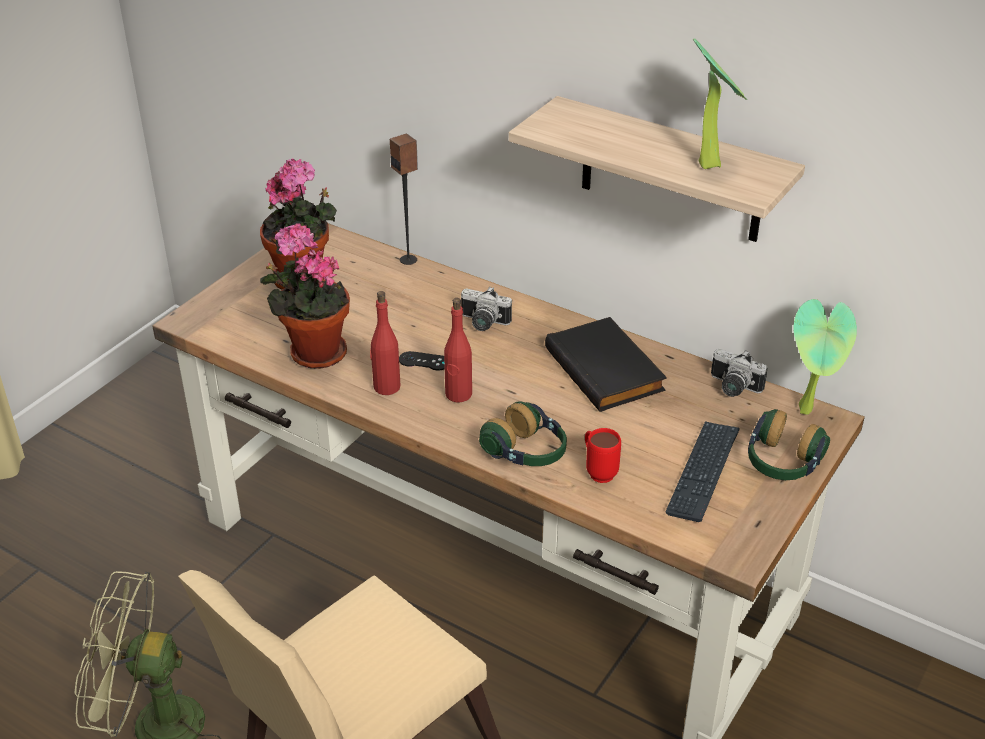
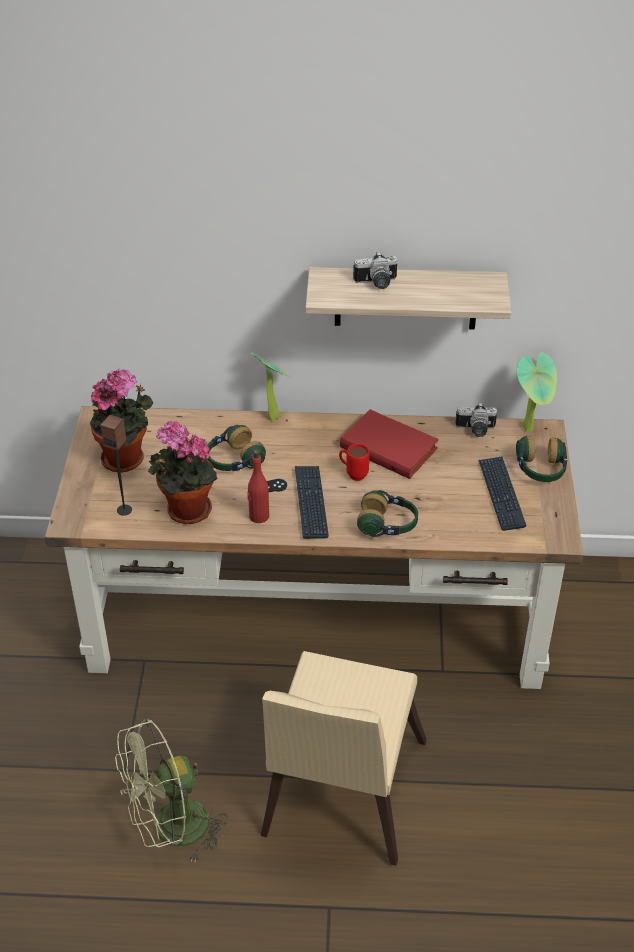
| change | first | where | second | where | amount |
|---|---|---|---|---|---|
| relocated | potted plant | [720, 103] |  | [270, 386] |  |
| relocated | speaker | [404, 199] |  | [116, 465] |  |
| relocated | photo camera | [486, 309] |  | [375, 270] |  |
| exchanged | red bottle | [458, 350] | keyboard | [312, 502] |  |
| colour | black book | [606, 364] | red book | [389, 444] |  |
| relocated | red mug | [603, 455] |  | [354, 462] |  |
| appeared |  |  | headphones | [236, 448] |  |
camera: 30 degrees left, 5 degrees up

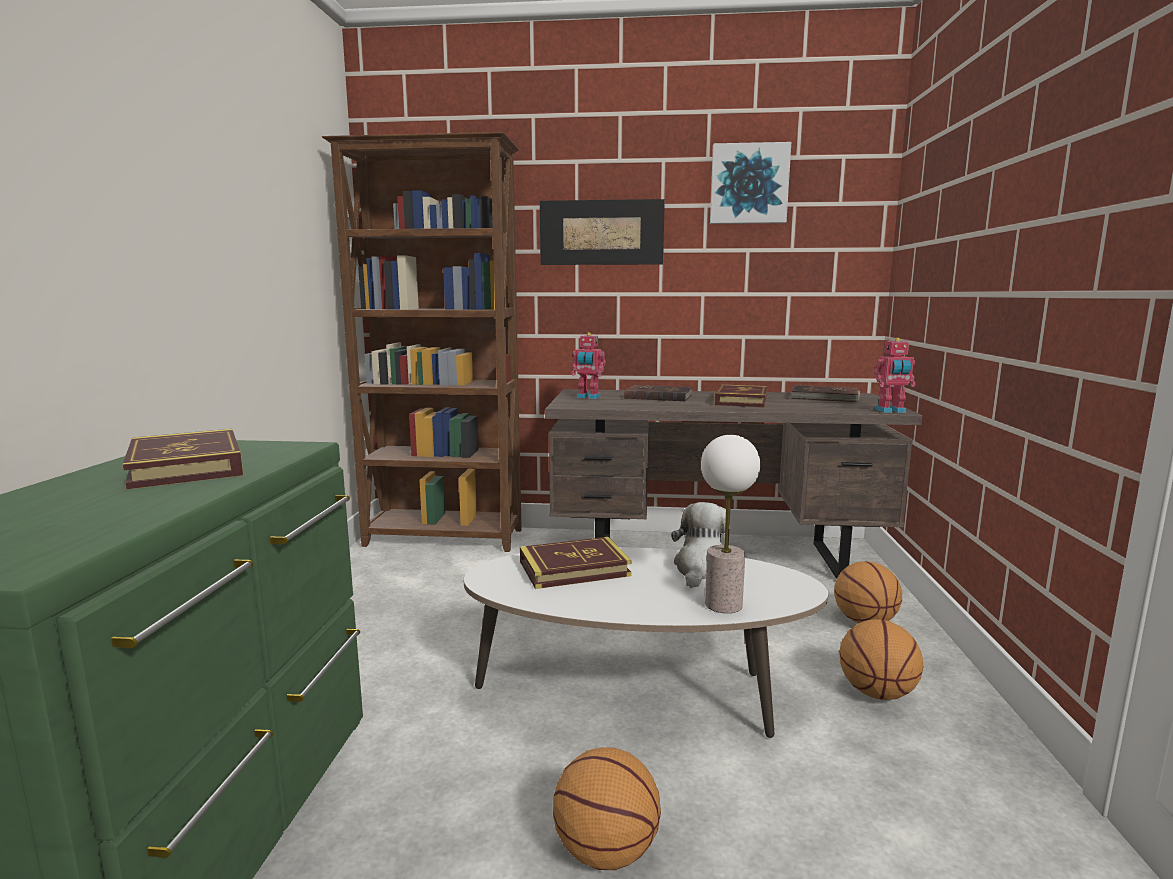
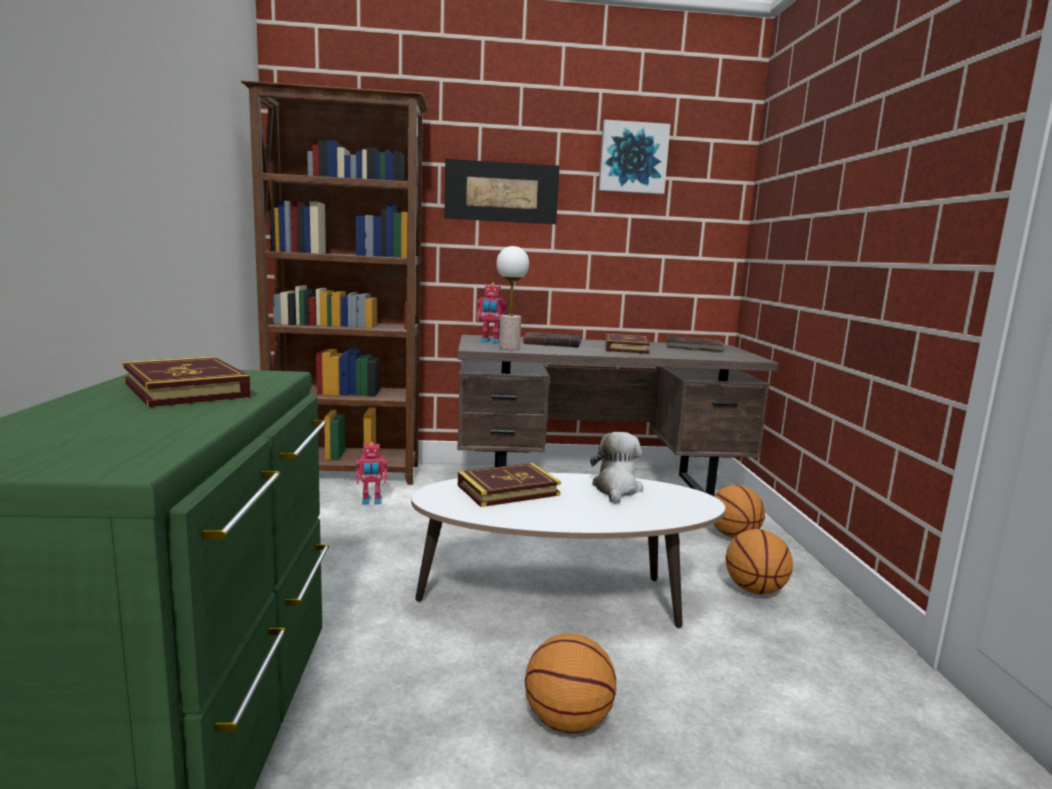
| change | first | where | second | where | amount |
|---|---|---|---|---|---|
| relocated | toy robot | [894, 375] |  | [371, 473] |  |
| relocated | table lamp | [730, 524] |  | [512, 298] |  |
camera: 10 degrees left, 0 degrees up

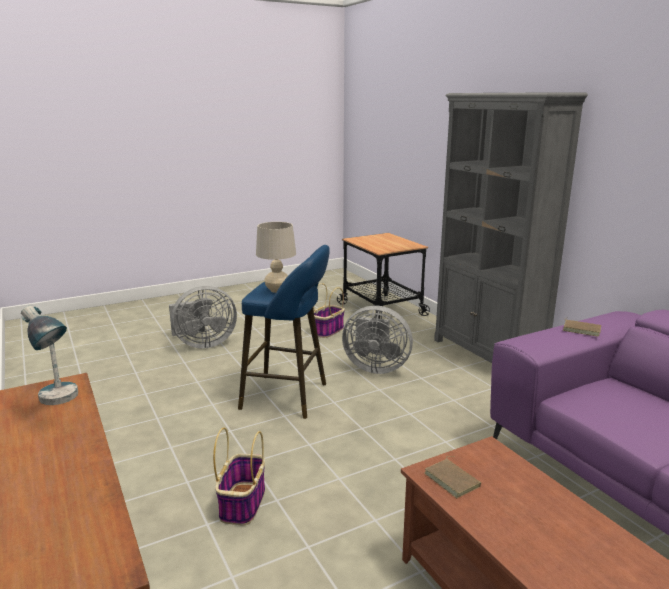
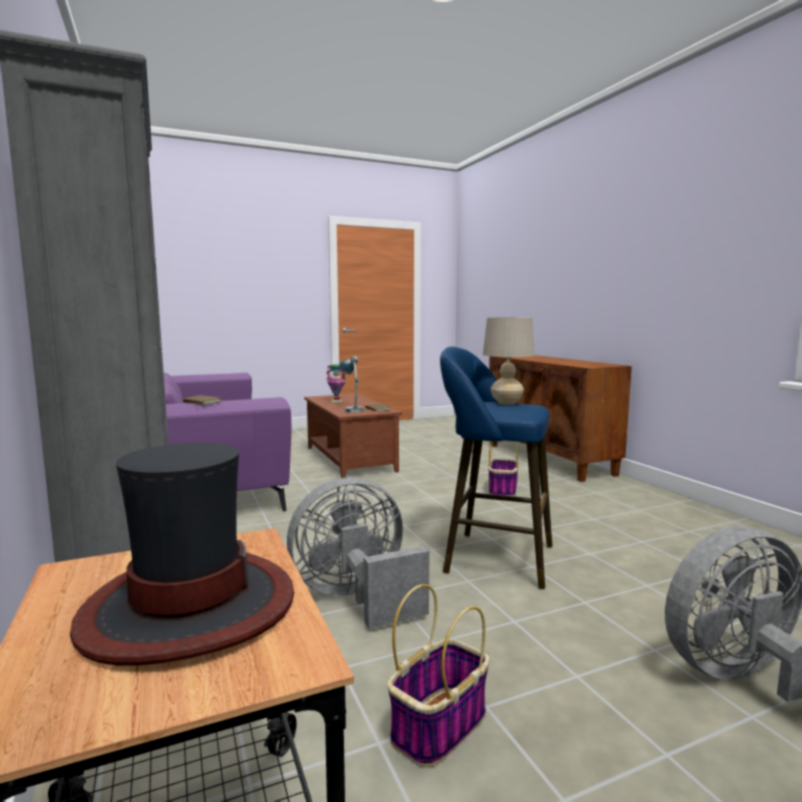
| change | first | where | second | where | amount |
|---|---|---|---|---|---|
| relocated | table lamp | [49, 355] |  | [351, 384] |  |
| spun | grey fan | [377, 340] |  | [358, 553] | 45 degrees counterclockwise |
| appeared |  |  | vase | [336, 383] |  |
| appeared |  |  | hat | [182, 554] |  |
camera: 175 degrees left, 10 degrees down

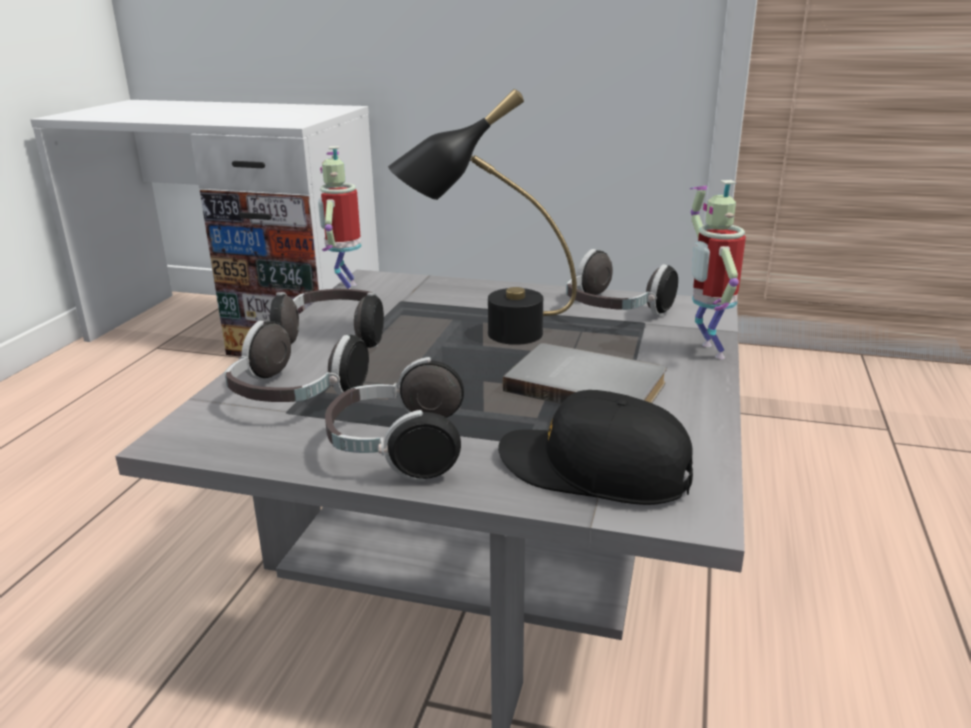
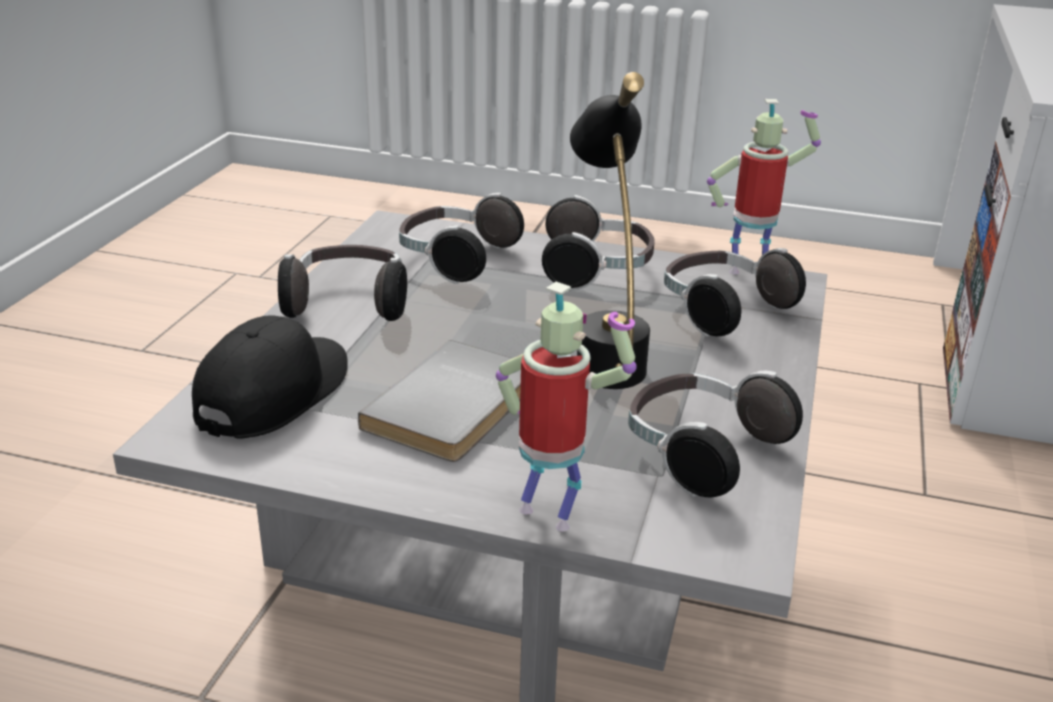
| change | first | where | second | where | amount |
|---|---|---|---|---|---|
| spun | toy robot | [718, 269] |  | [566, 407] | 45 degrees clockwise |
| appeared |  |  | headphones | [735, 292] |  |
camera: 90 degrees right, 5 degrees up

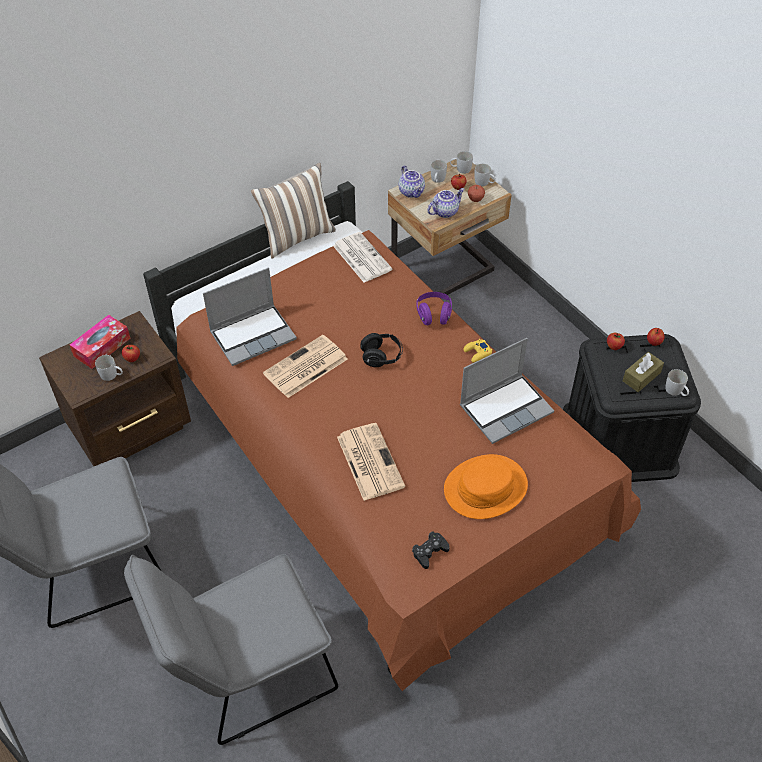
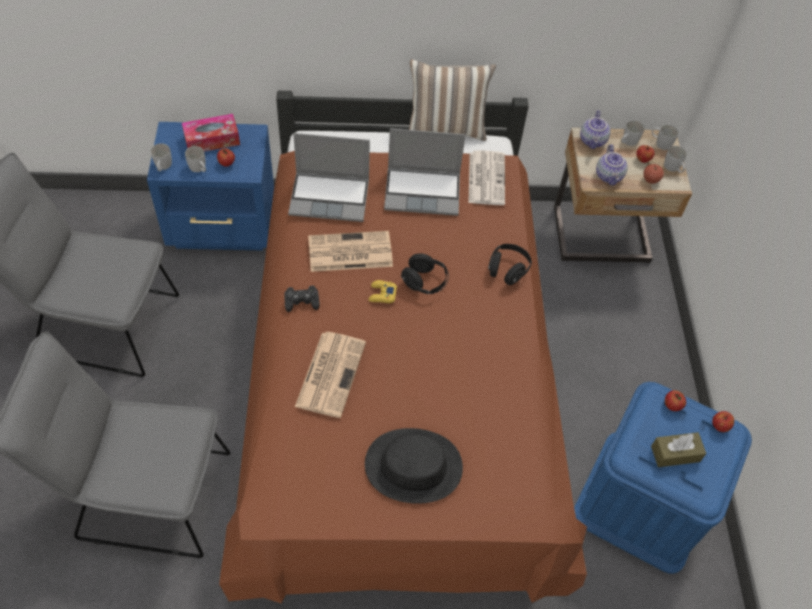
| change | first | where | second | where | amount |
|---|---|---|---|---|---|
| spun | teapot | [446, 203] |  | [611, 164] | 90 degrees clockwise |
| colour | purple headphones | [434, 308] | black headphones | [510, 264] |  |
| colour | brown nightstand | [115, 388] | blue nightstand | [210, 186] |  |
| colour | black storage box | [632, 408] | blue storage box | [663, 478] |  |
| relocated | laptop | [507, 391] |  | [424, 172] |  |
| relocated | yellow game controller | [477, 351] |  | [382, 291] |  |
| relocated | white mug | [677, 382] |  | [161, 157] |  |
| colour | orange hat | [486, 486] | black hat | [414, 466] |  |
| relocated | black game controller | [431, 550] |  | [302, 298] |  |
camera: 30 degrees right, 5 degrees up

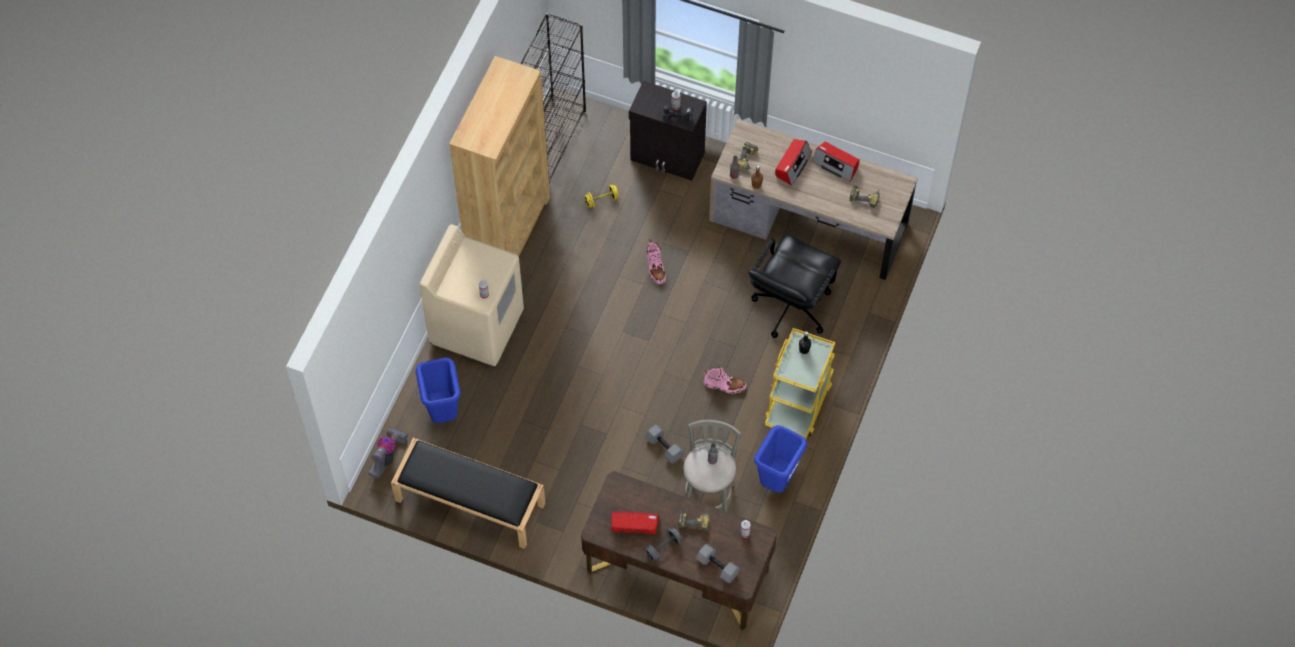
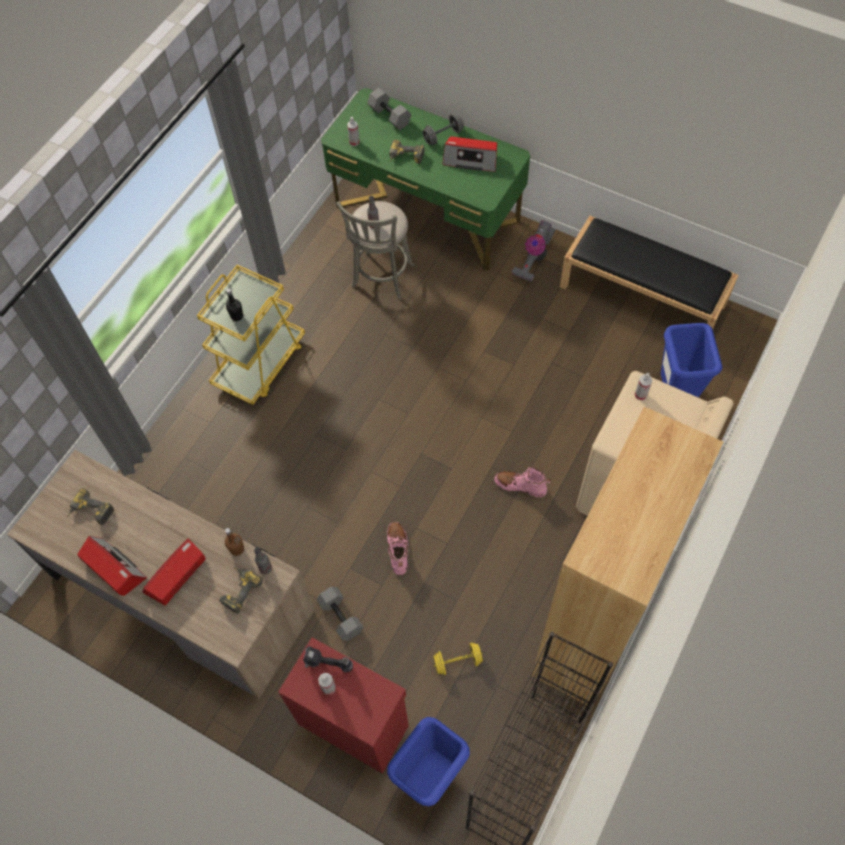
| change | first | where | second | where | amount |
|---|---|---|---|---|---|
| colour | black cabinet | [668, 131] | red cabinet | [343, 705] |  |
| missing | black office chair | [794, 286] |  |  |  |
| relocated | pink boot | [724, 380] |  | [522, 481] |  |
| relocated | grey dumbbell | [664, 444] |  | [340, 614] |  |
| relocated | blue trash can | [780, 459] |  | [428, 761] |  |
| relocated | vacuum cleaner | [388, 452] |  | [534, 251] |  |
| colour | brown desk | [679, 550] | green desk | [425, 179] |  |
camera: 170 degrees left, 0 degrees up

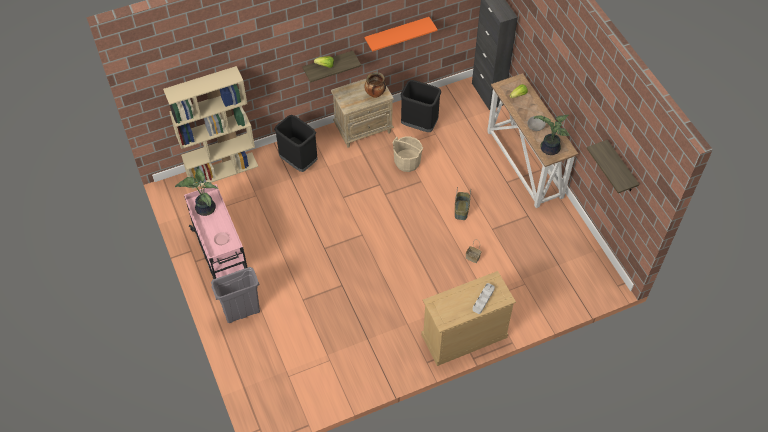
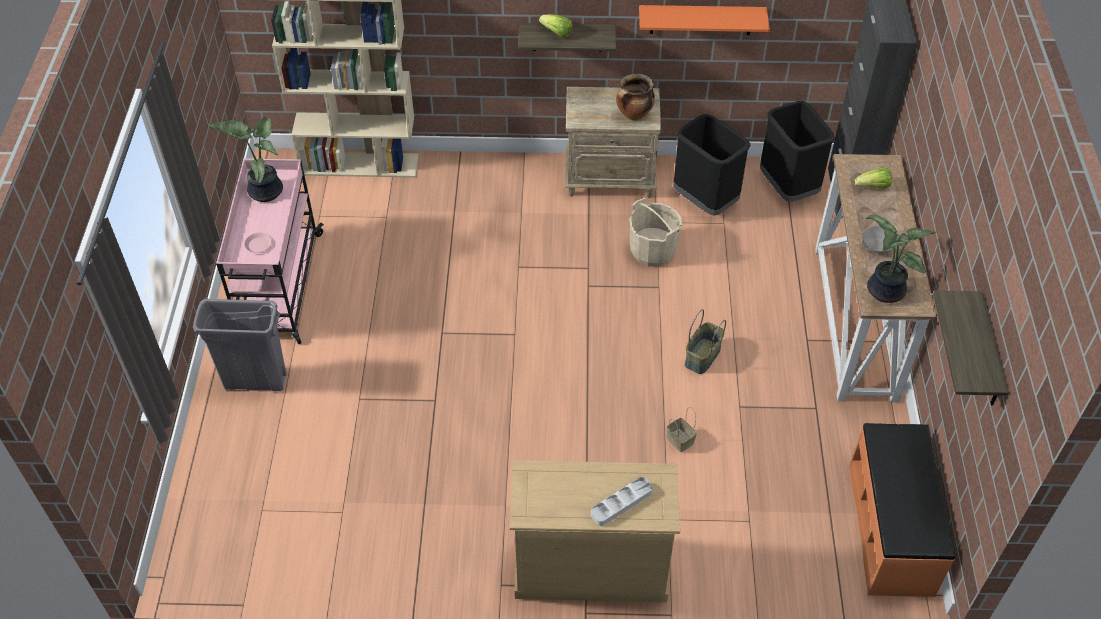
| change | first | where | second | where | amount |
|---|---|---|---|---|---|
| relocated | black trash can | [296, 143] |  | [797, 151] |  |
| appeared |  |  | orange bench | [902, 510] |  |
camera: 25 degrees right, 5 degrees down

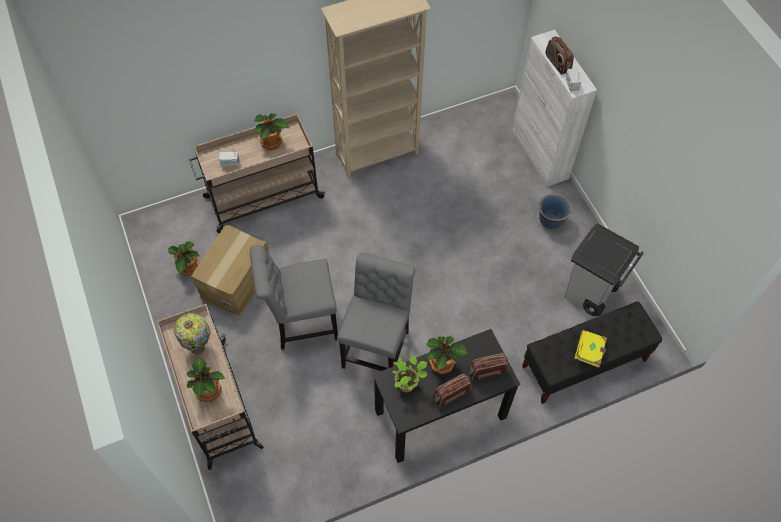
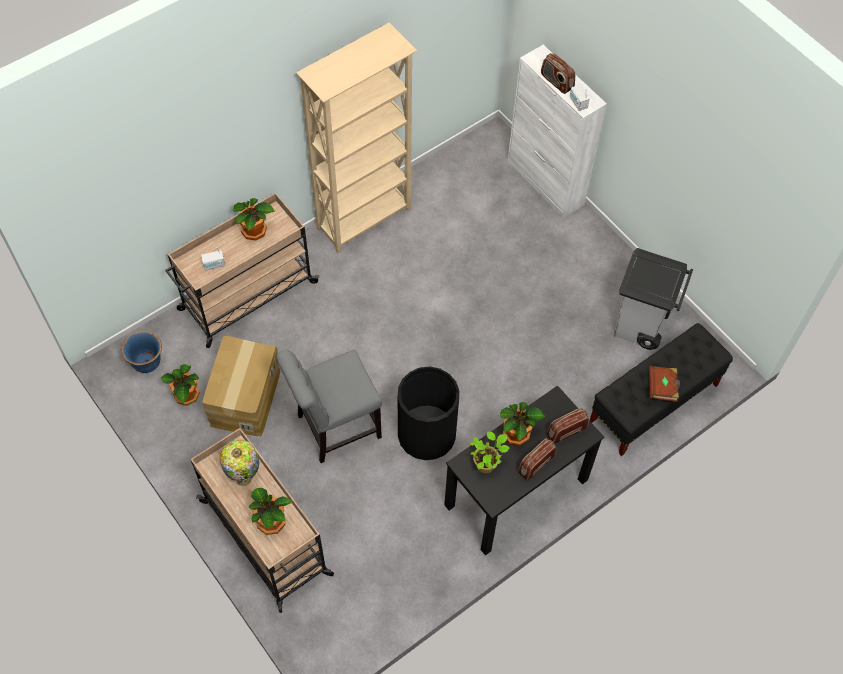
| change | first | where | second | where | amount |
|---|---|---|---|---|---|
| relocated | blue planter | [555, 211] |  | [142, 352] |  |
| exchanged | grey chair | [376, 312] | black trash can | [428, 413] |  |
| colour | yellow book | [591, 348] | brown book | [664, 384] |  |
camera: 15 degrees left, 0 degrees up

